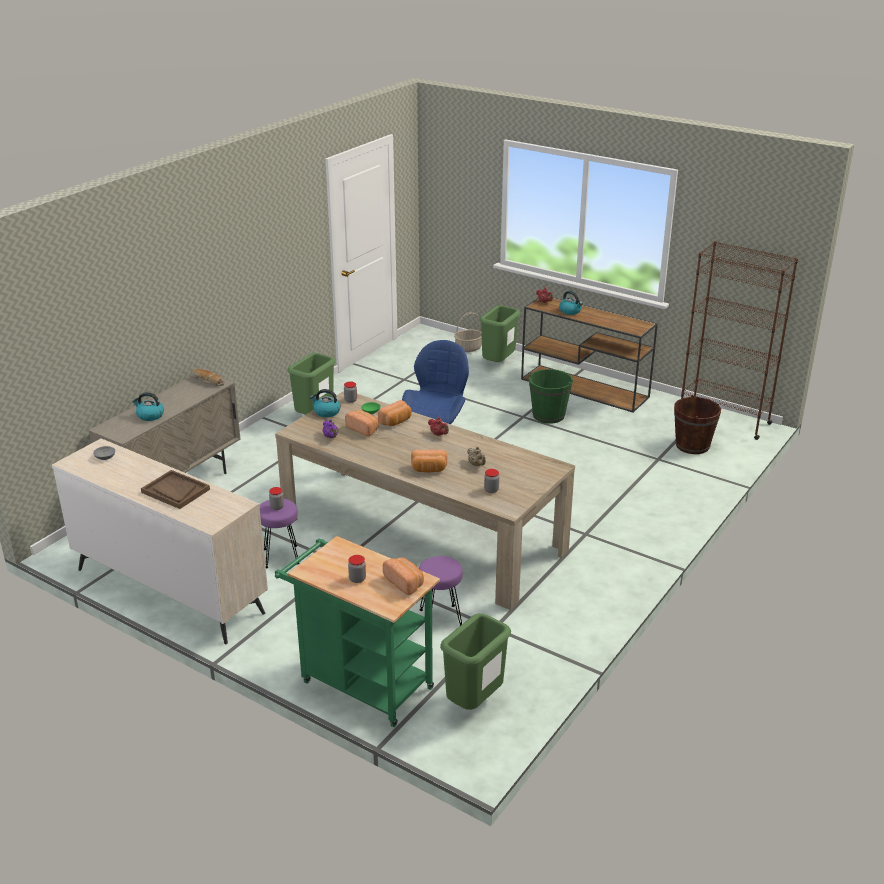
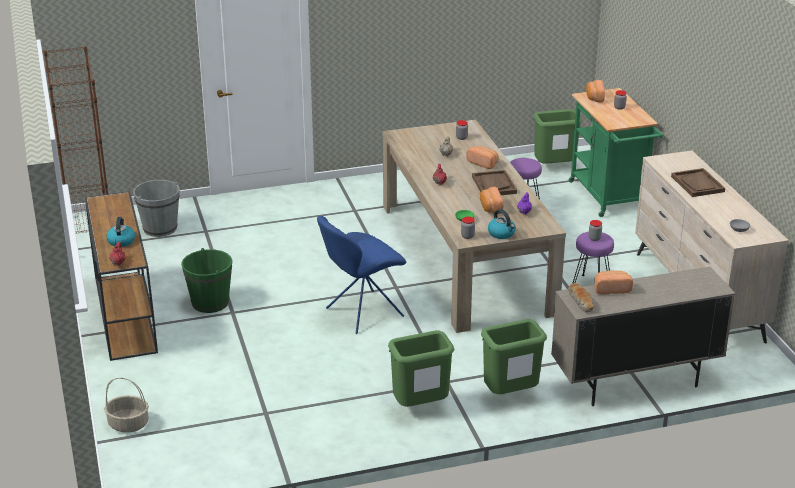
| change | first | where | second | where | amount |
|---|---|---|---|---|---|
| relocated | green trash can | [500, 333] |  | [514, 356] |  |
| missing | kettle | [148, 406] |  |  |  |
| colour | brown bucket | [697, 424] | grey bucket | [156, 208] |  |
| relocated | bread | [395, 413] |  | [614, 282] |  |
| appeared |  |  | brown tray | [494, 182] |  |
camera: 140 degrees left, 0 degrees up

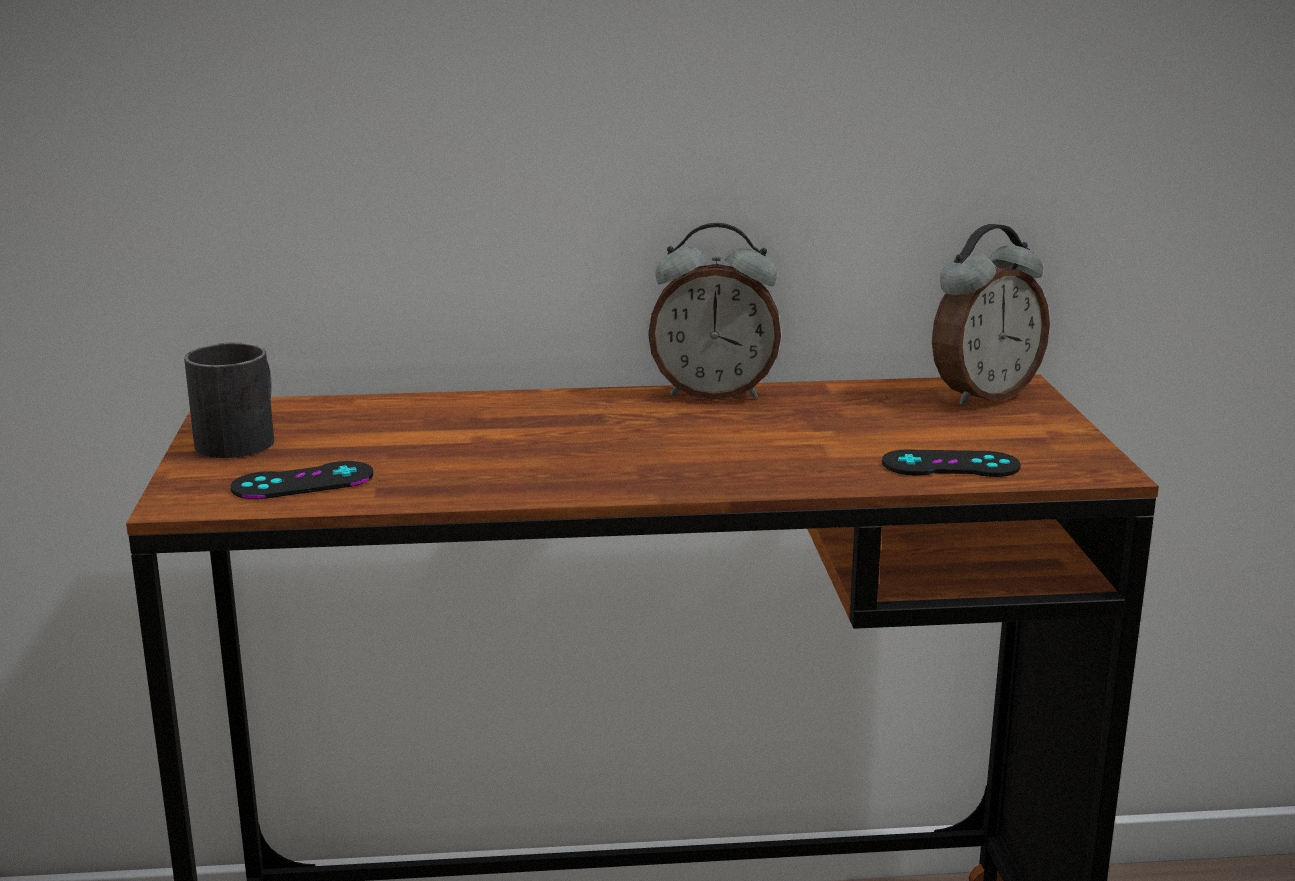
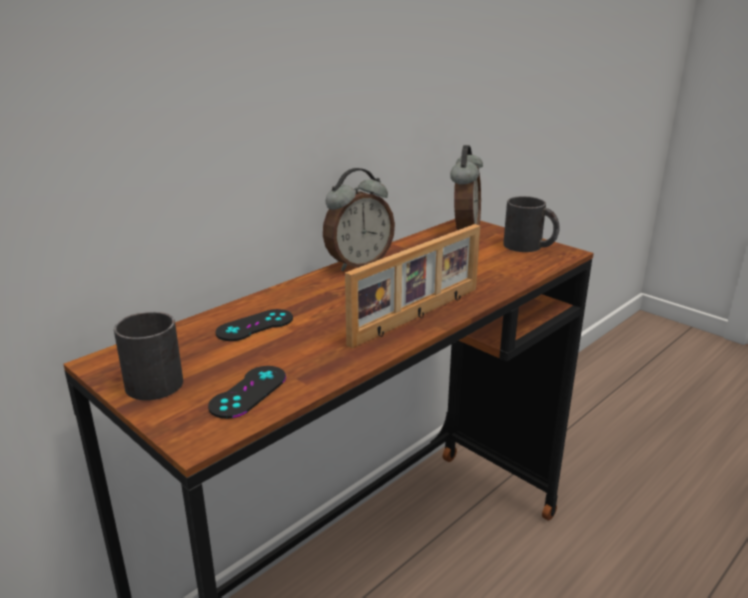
| change | first | where | second | where | amount |
|---|---|---|---|---|---|
| relocated | black game controller | [951, 463] |  | [254, 325] |  |
| appeared |  |  | black mug | [531, 224] |  |
| appeared |  |  | picture frame | [413, 286] |  |
camera: 40 degrees left, 5 degrees up

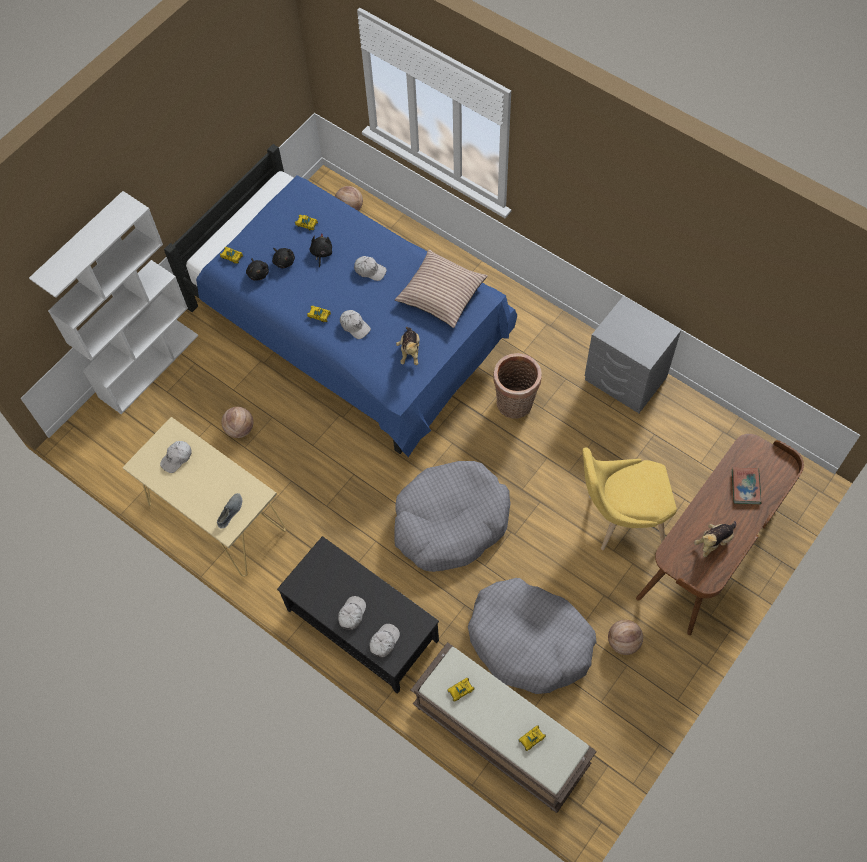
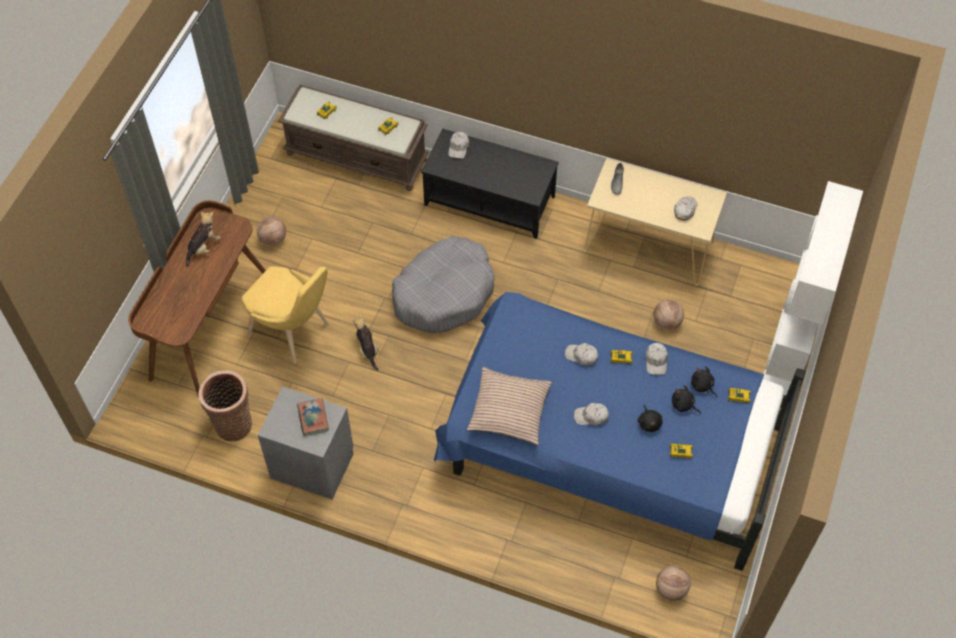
| change | first | where | second | where | amount |
|---|---|---|---|---|---|
| relocated | plush toy | [408, 346] |  | [366, 342] |  |
| relocated | basket | [517, 386] |  | [225, 406] |  |
| spun | yellow chair | [629, 498] |  | [285, 314] | 60 degrees clockwise |
| relocated | book | [746, 485] |  | [313, 417] |  |
| missing | grey dog bed | [532, 636] |  |  |  |
| relocated | white cap | [352, 613] |  | [656, 359] |  |
camera: 160 degrees right, 5 degrees down

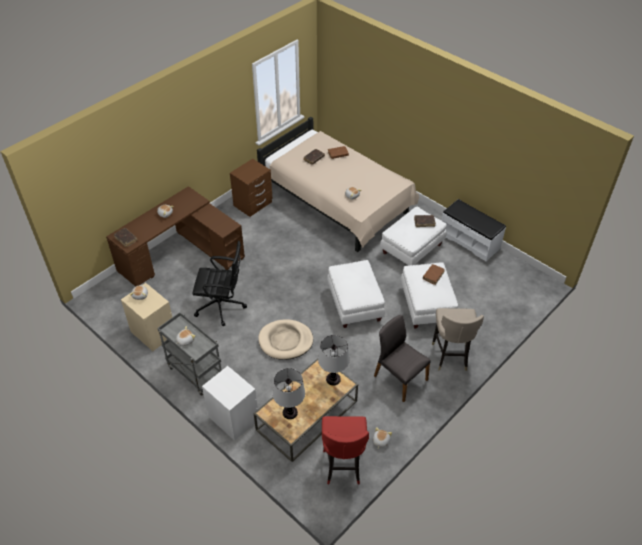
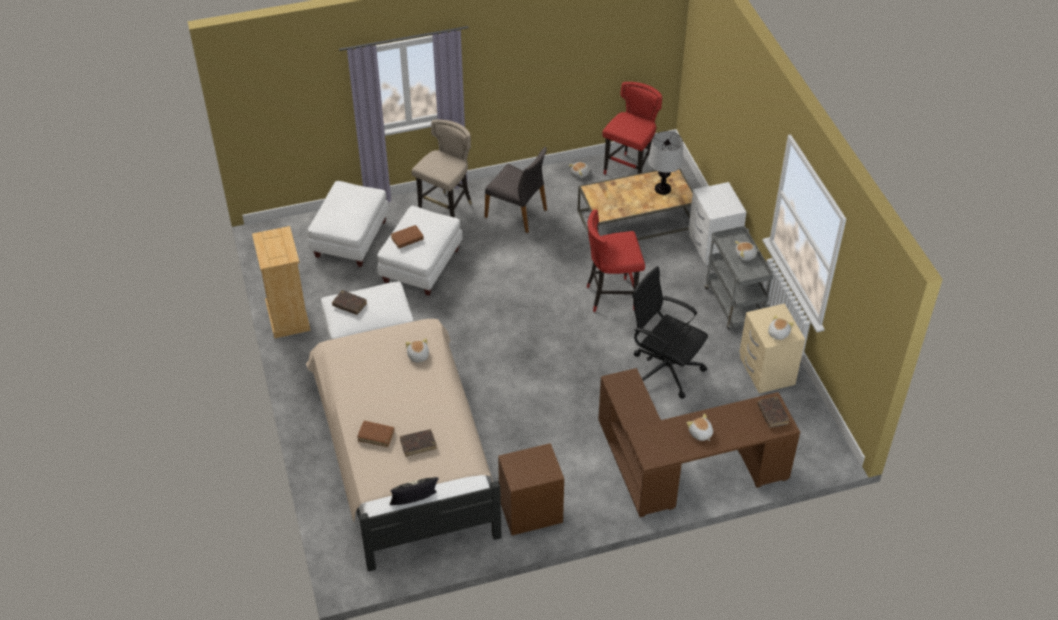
| change | first | where | second | where | amount |
|---|---|---|---|---|---|
| exchanged | white bench | [474, 230] | beige dresser | [281, 282] |  |
| relocated | white ottoman | [356, 294] |  | [348, 224] |  |
| spun | grey chair | [402, 358] |  | [515, 190] | 45 degrees counterclockwise |
| exchanged | beige dog bed | [285, 339] | red stool | [615, 260] |  |
| missing | table lamp | [333, 360] |  |  |  |
| appeared |  |  | pillow | [414, 491] |  |
camera: 150 degrees left, 0 degrees up

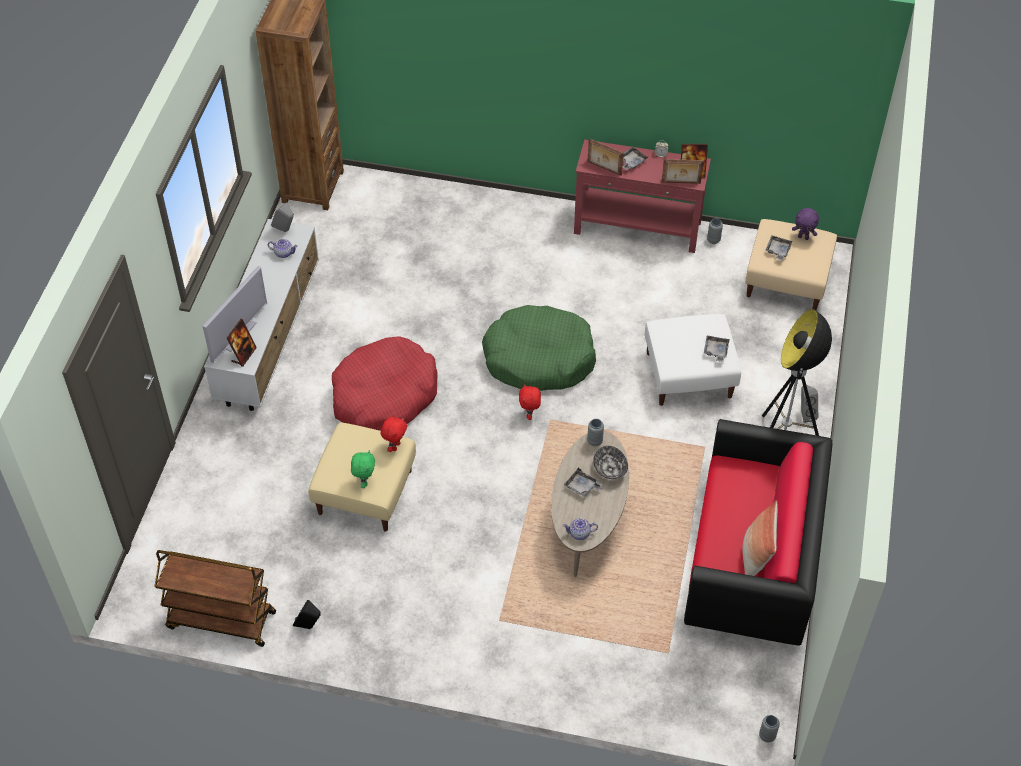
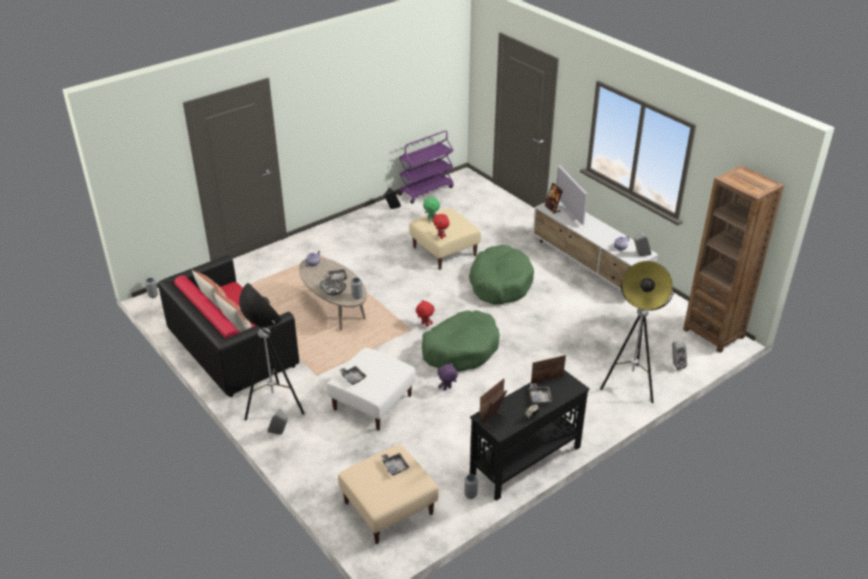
| change | first | where | second | where | amount |
|---|---|---|---|---|---|
| colour | red console table | [642, 196] | black console table | [530, 435] |  |
| relocated | purple plush toy | [805, 224] |  | [448, 377] |  |
| colour | red dog bed | [385, 383] | green dog bed | [501, 275] |  |
| colour | brown cart | [215, 598] | purple cart | [426, 167] |  |
| appeared |  |  | floor lamp | [637, 332] |  |
| appeared |  |  | pillow | [233, 312] |  |
| appeared |  |  | grey speaker | [679, 355] |  |
camera: 130 degrees right, 15 degrees down

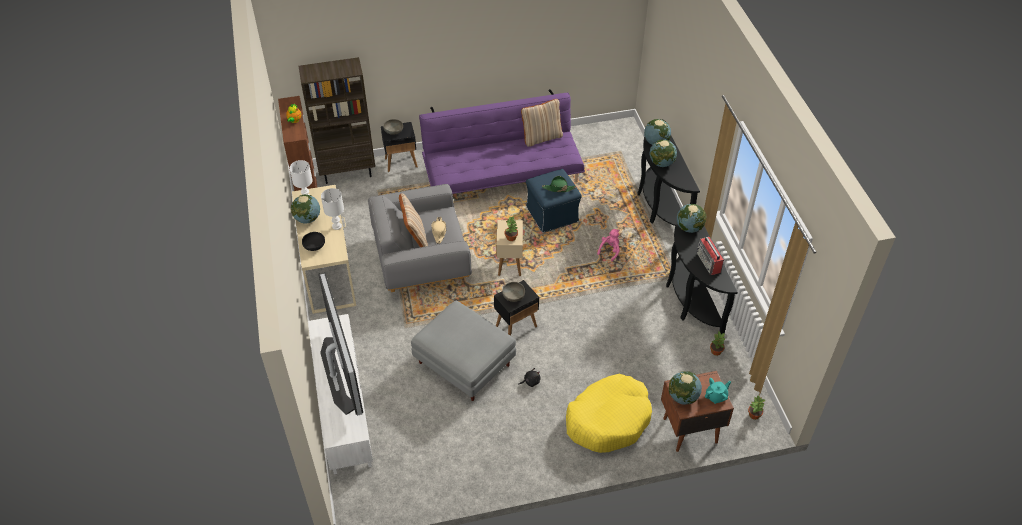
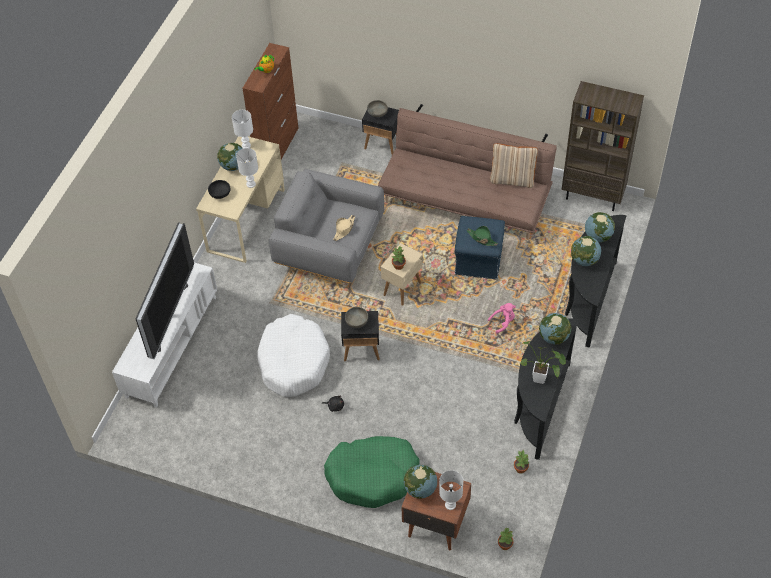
| change | first | where | second | where | amount |
|---|---|---|---|---|---|
| relocated | brown bookcase | [337, 120] |  | [603, 146] |  |
| colour | purple sofa | [502, 141] | brown sofa | [467, 171] |  |
| missing | beige pillow | [413, 220] |  |  |  |
| exchanged | radio | [710, 256] | potted plant | [543, 362] |  |
| exchanged | grey ottoman | [463, 351] | white dog bed | [293, 355] |  |
| colour | yellow dog bed | [609, 413] | green dog bed | [372, 472] |  |
| exchanged | turquoise teapot | [718, 391] | white table lamp | [451, 490] |  |
camera: 35 degrees right, 5 degrees up

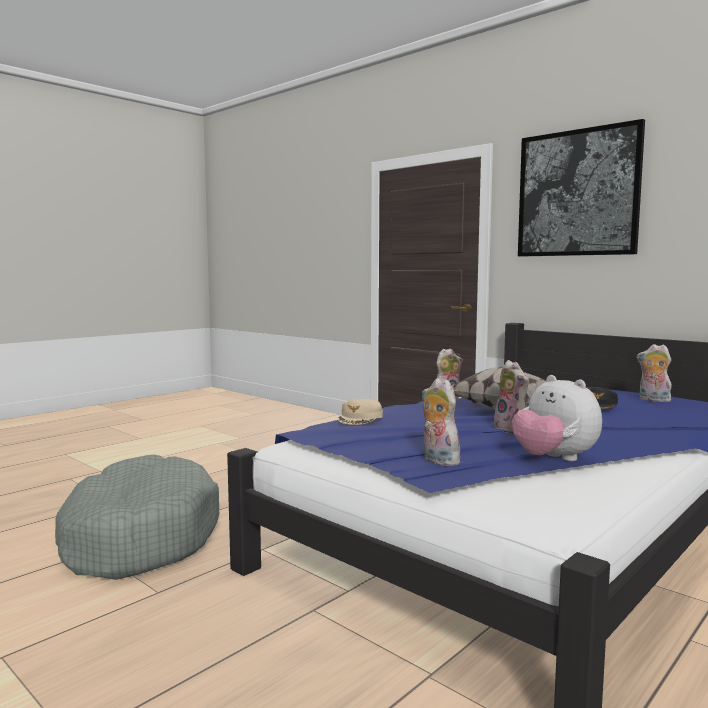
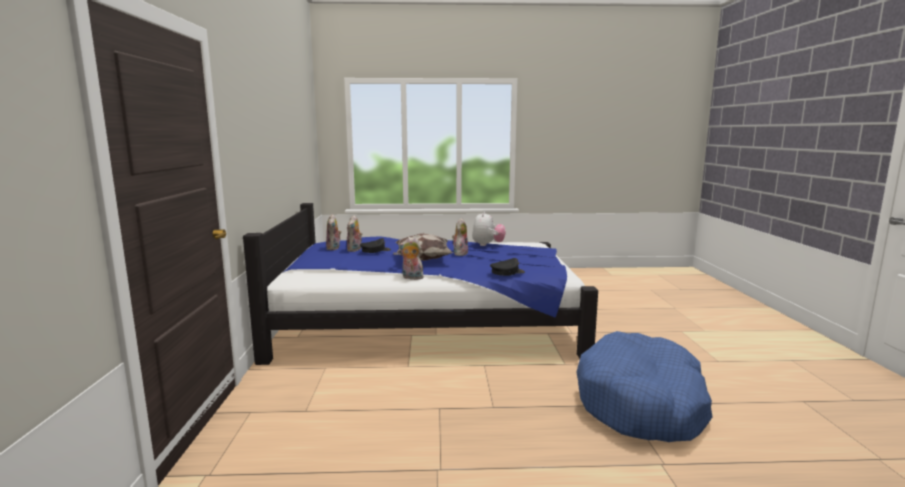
| change | first | where | second | where | amount |
|---|---|---|---|---|---|
| missing | picture | [581, 188] |  |  |  |
| relocated | plush toy | [443, 422] |  | [354, 233] |  |
| colour | beige cap | [360, 412] | black cap | [507, 267] |  |
| colour | grey dog bed | [137, 517] | blue dog bed | [644, 386] |  |
camera: 135 degrees left, 5 degrees up

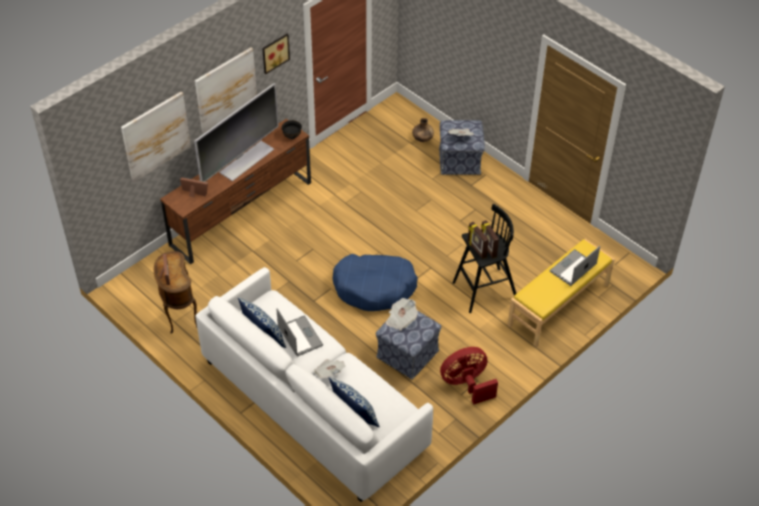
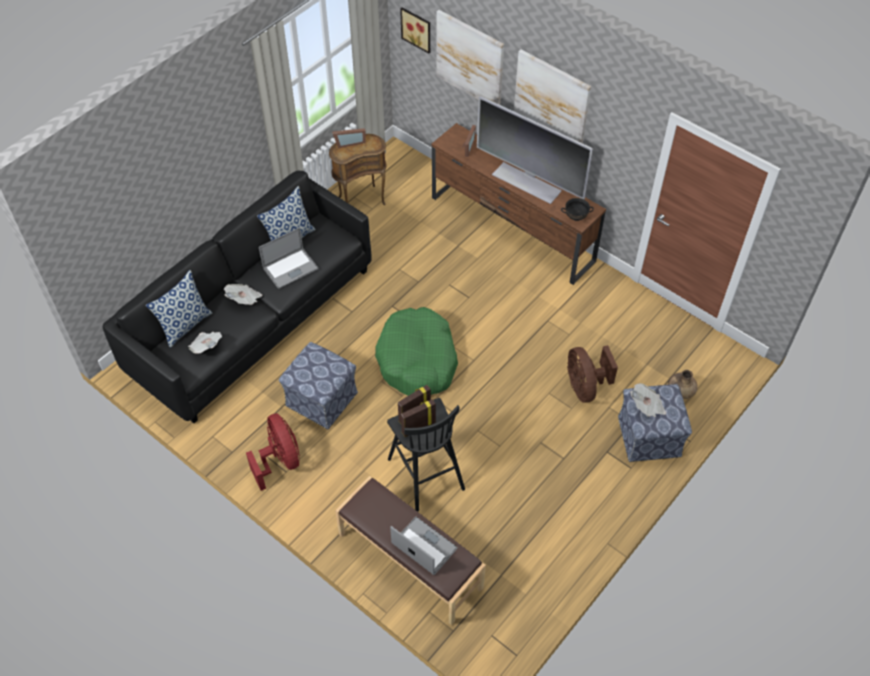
| change | first | where | second | where | amount |
|---|---|---|---|---|---|
| relocated | picture | [276, 54] |  | [415, 31] |  |
| colour | yellow bench | [561, 293] | brown bench | [410, 550] |  |
| colour | blue dog bed | [375, 282] | green dog bed | [416, 351] |  |
| colour | white sofa | [314, 384] | black sofa | [237, 297] |  |
| relocated | newspaper | [402, 314] |  | [205, 343] |  |
| appeared |  |  | brown fan | [592, 374] |  |
camera: 85 degrees right, 5 degrees up

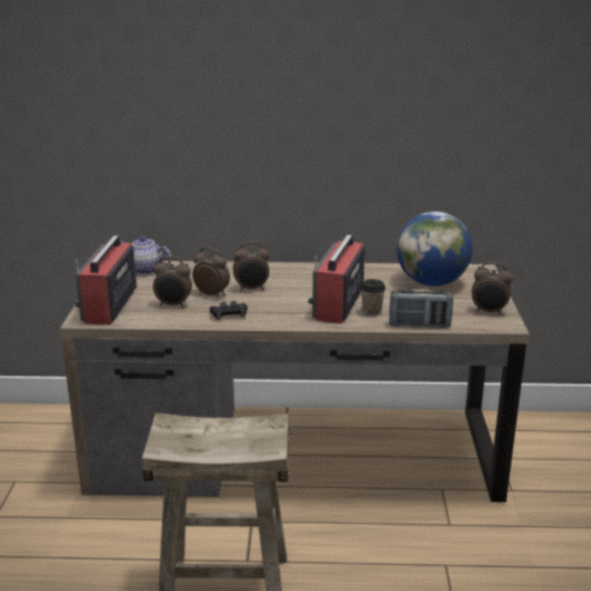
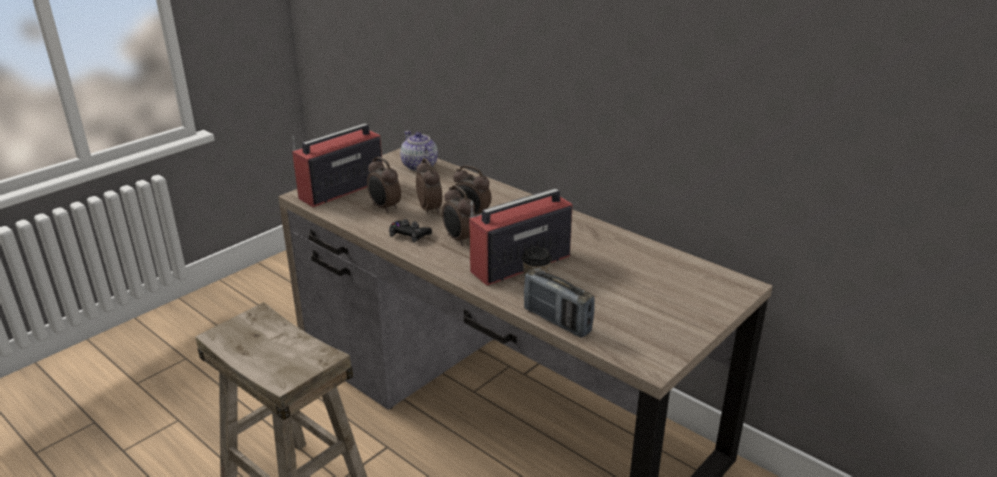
| change | first | where | second | where | amount |
|---|---|---|---|---|---|
| missing | globe | [435, 248] |  |  |  |
| relocated | alarm clock | [492, 288] |  | [459, 215] |  |
camera: 40 degrees right, 5 degrees up

